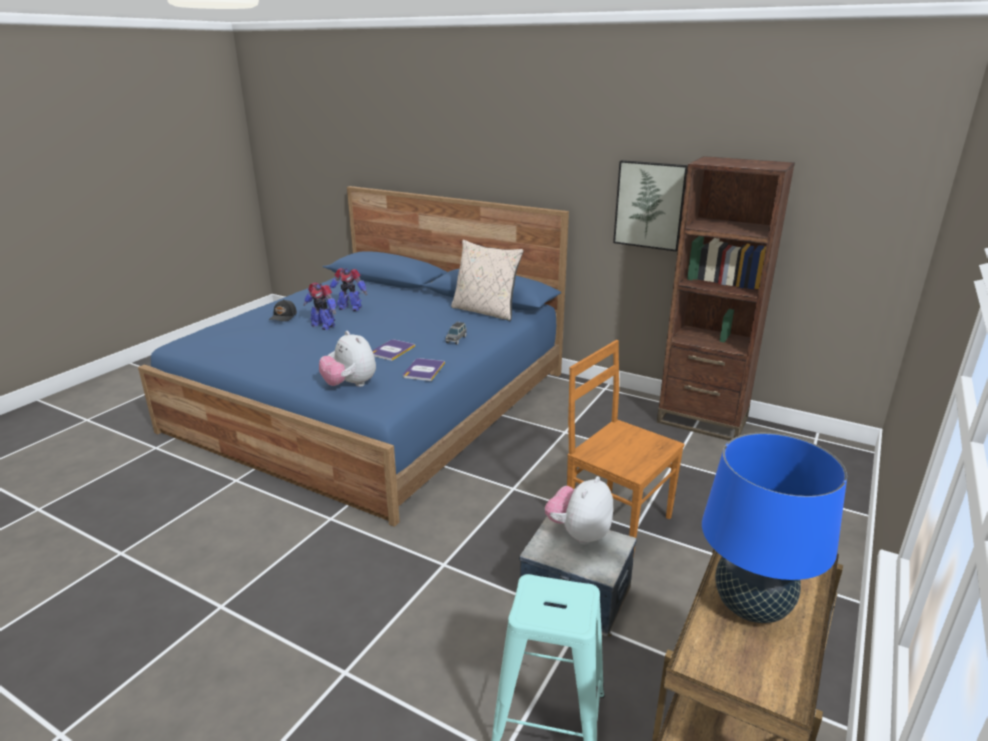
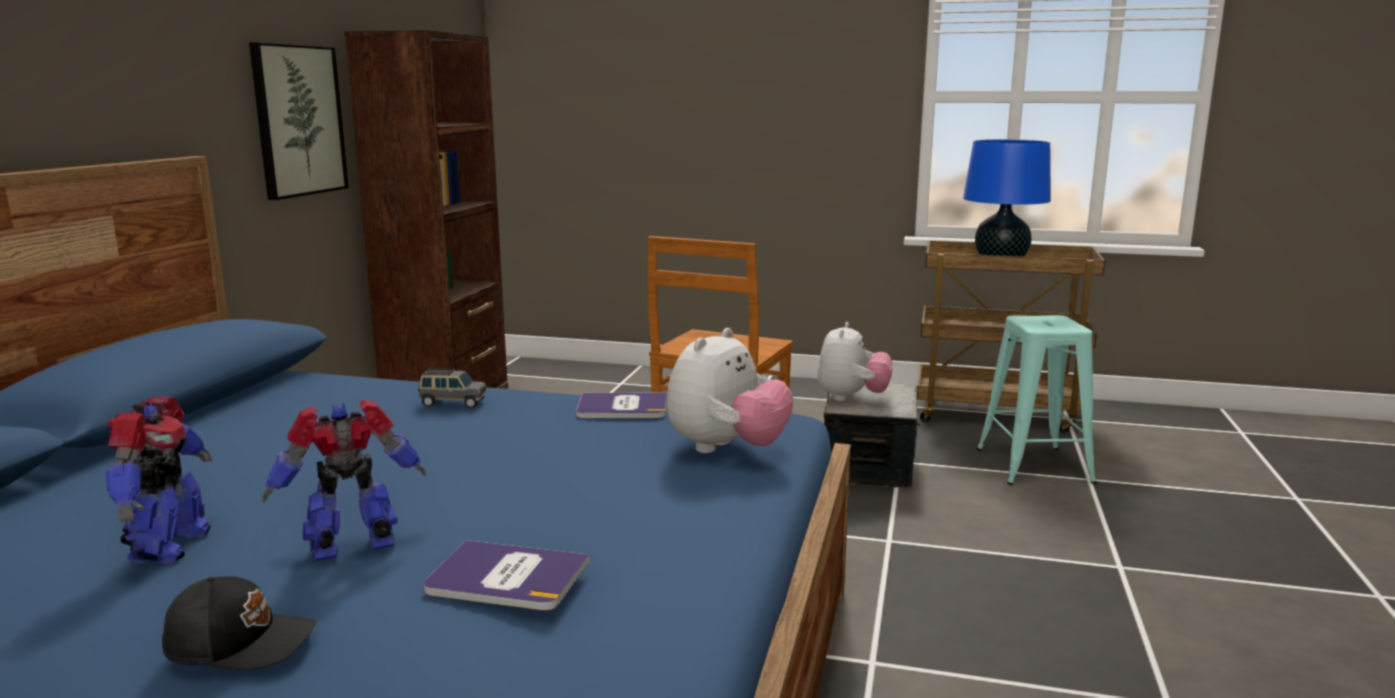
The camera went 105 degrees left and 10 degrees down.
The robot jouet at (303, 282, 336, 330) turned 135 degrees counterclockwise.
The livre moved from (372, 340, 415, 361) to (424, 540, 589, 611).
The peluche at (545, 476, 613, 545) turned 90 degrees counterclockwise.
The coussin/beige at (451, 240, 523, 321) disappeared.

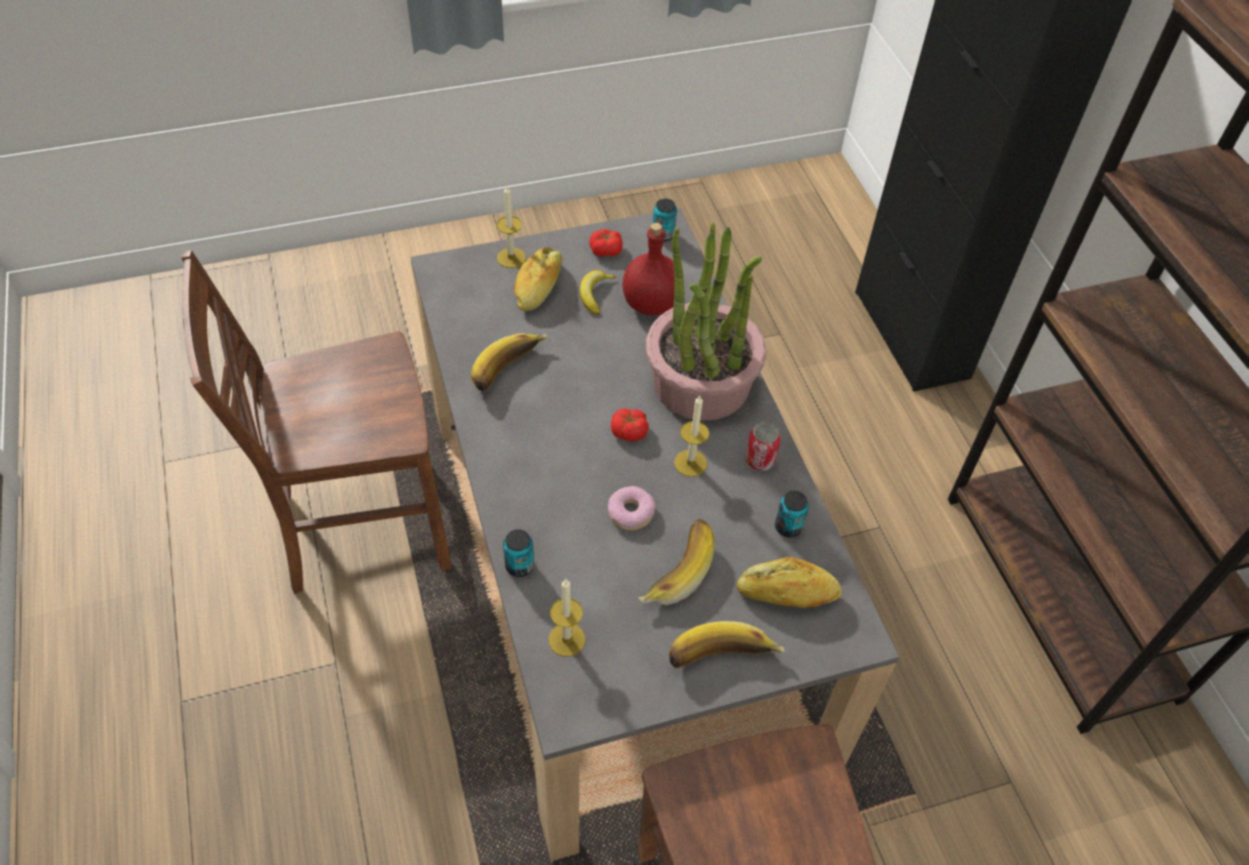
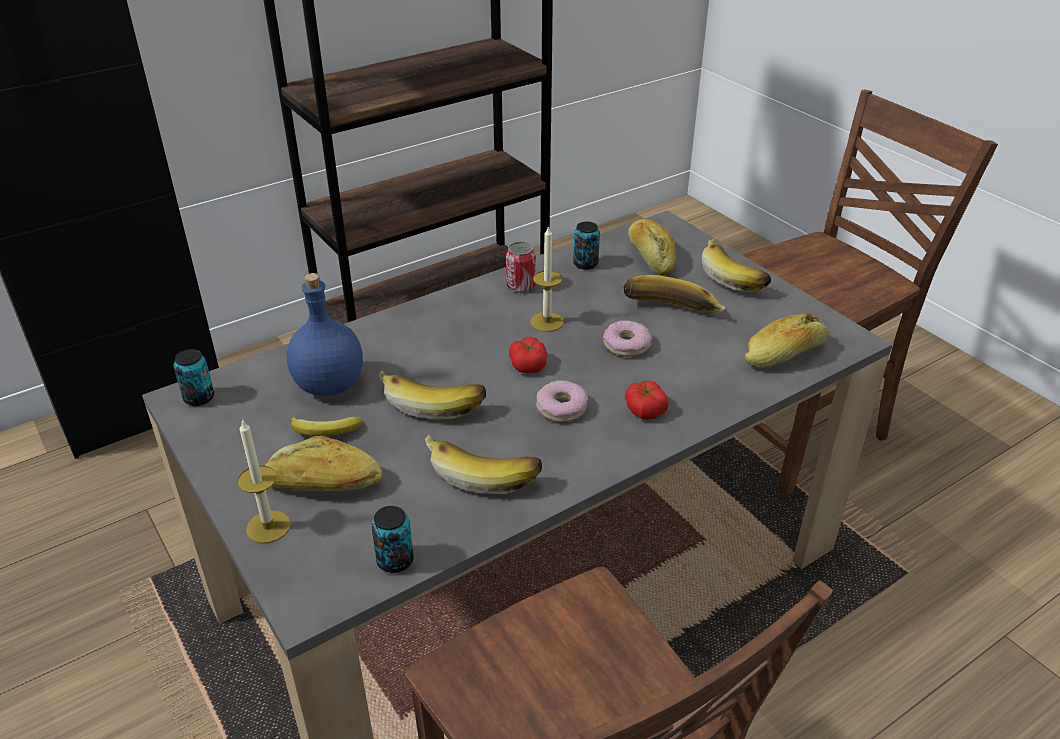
The camera went 105 degrees left and 15 degrees down.
The bouteille/rouge at (623, 223, 674, 315) became the bouteille/bleu at (287, 273, 363, 396).
The boîte métallique moved from (503, 529, 534, 577) to (371, 506, 414, 573).
The banane at (378, 370, 486, 419) appeared.
The beignet at (536, 380, 588, 422) appeared.
The tomate moved from (589, 229, 623, 257) to (625, 381, 669, 420).
The bougie at (549, 579, 585, 657) was replaced by the pain at (745, 314, 829, 367).
The plante en pot at (646, 222, 766, 421) disappeared.

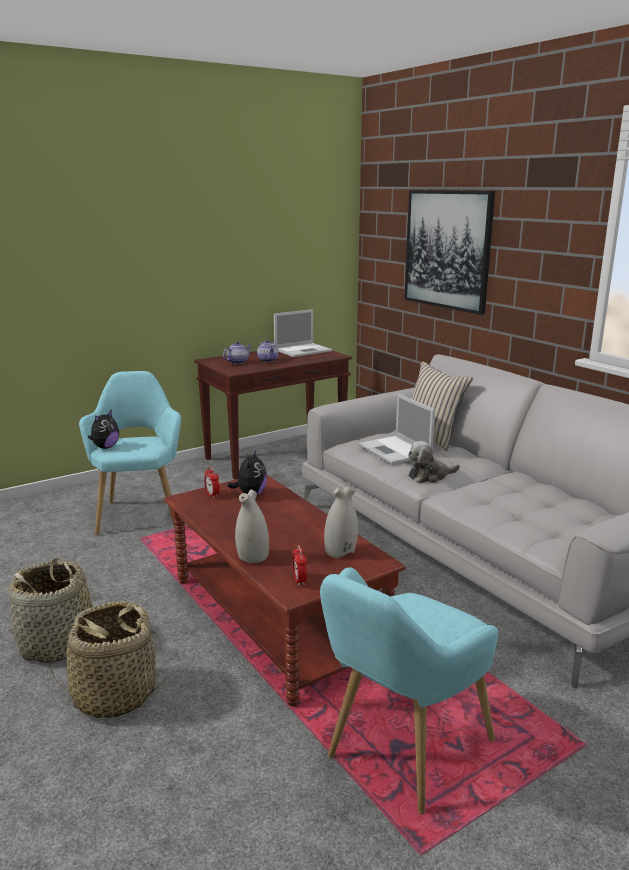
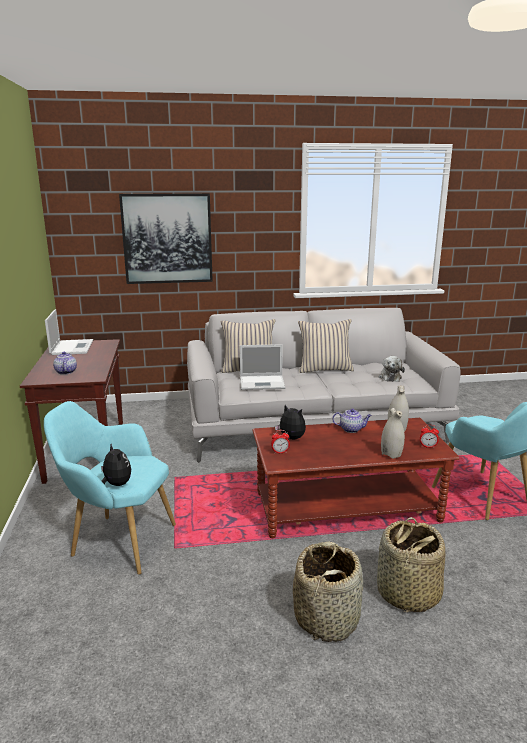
The camera went 65 degrees left and 0 degrees up.
The coussin/beige at (298, 319, 354, 373) appeared.
The théière moved from (257, 340, 279, 362) to (332, 409, 372, 433).
The peluche moved from (408, 441, 460, 483) to (379, 356, 405, 382).

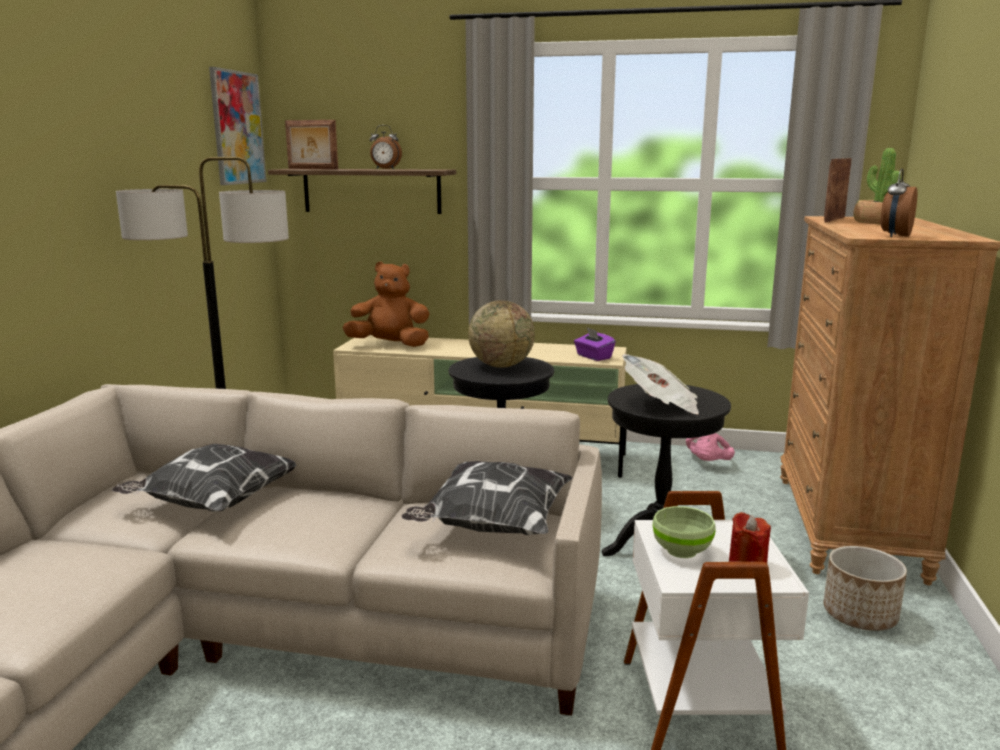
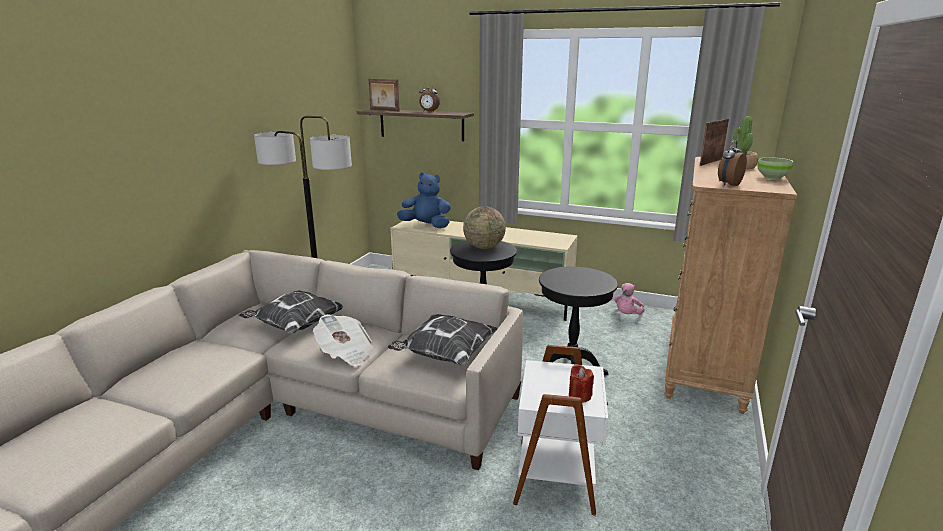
The camera went 10 degrees right and 5 degrees up.
The journal moved from (622, 354, 699, 414) to (313, 314, 375, 367).
The peluche/marron at (342, 261, 430, 347) became the peluche/bleu at (397, 172, 451, 228).
The bol/vert moved from (653, 506, 716, 558) to (757, 157, 793, 180).
The tableau at (209, 67, 267, 185) disappeared.
The boîte à mouchoirs/violet at (574, 328, 616, 361) disappeared.
The cache-pot at (823, 546, 907, 631) disappeared.

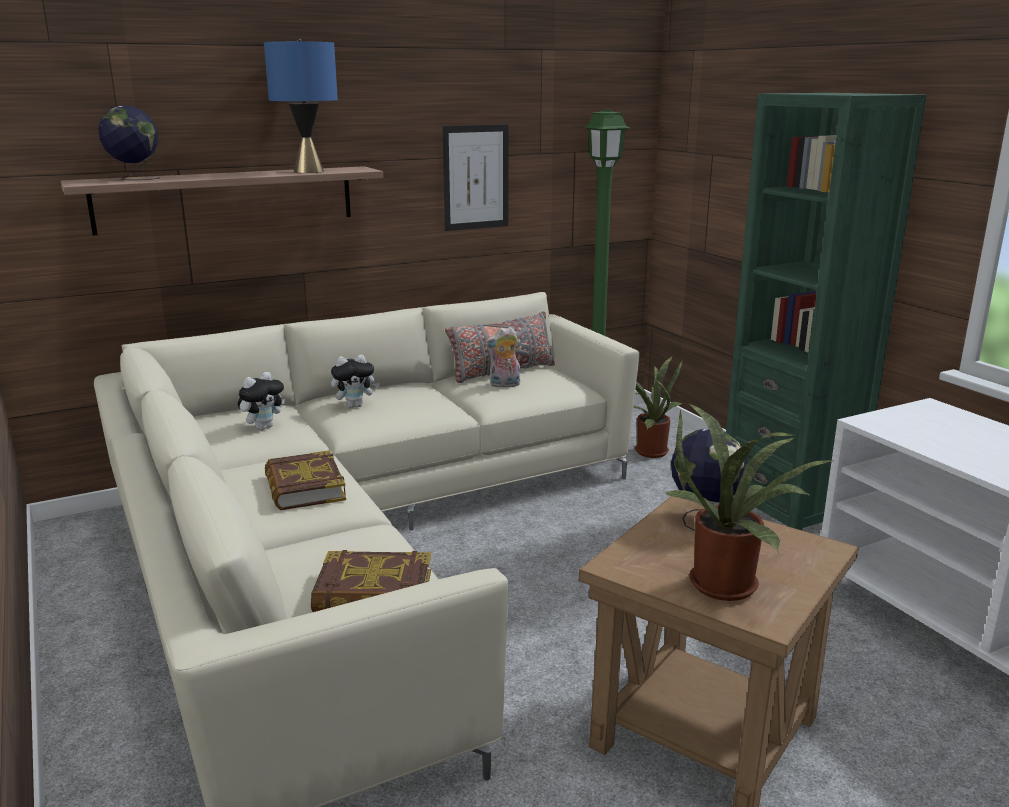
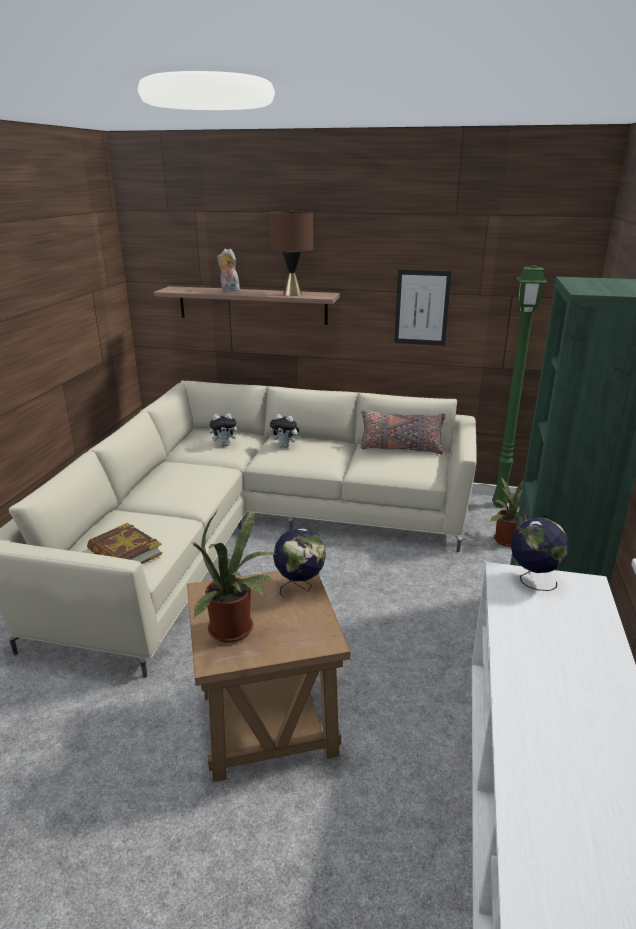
The camera went 40 degrees right and 5 degrees up.
The peluche moved from (485, 327, 520, 388) to (217, 249, 240, 292).
The lampe de table/bleu at (264, 38, 338, 173) became the lampe de table/marron at (269, 210, 313, 296).
The globe moved from (98, 106, 160, 180) to (511, 518, 570, 591).
The livre at (265, 450, 346, 510) disappeared.

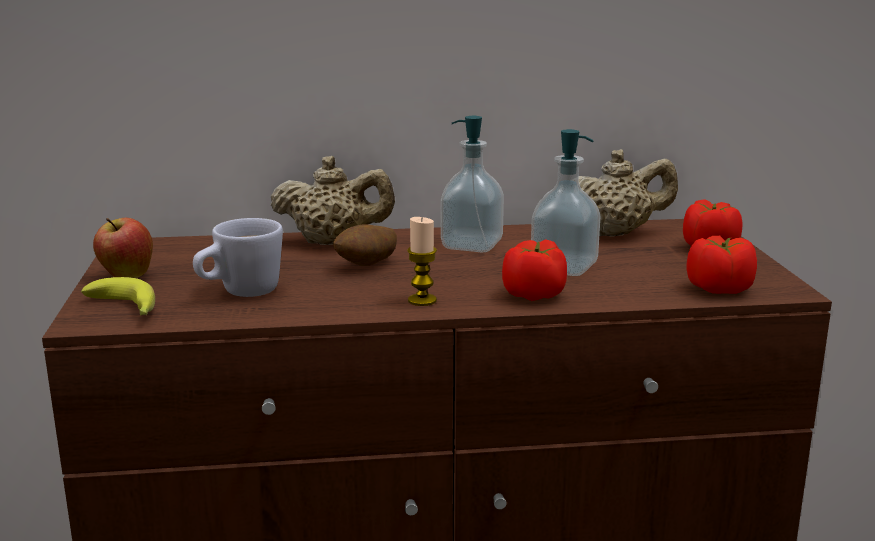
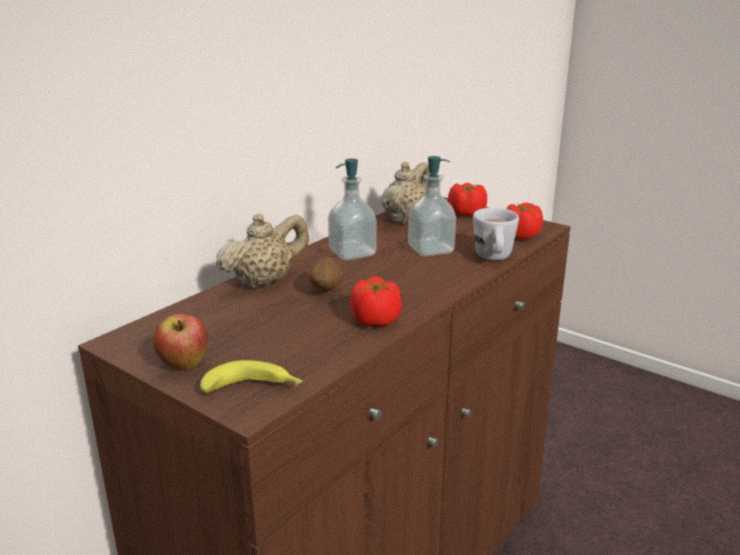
The camera went 45 degrees left and 5 degrees up.
The tomate moved from (502, 239, 567, 301) to (350, 276, 402, 327).
The mug/blanc moved from (193, 218, 283, 297) to (473, 208, 519, 260).
The bougie at (407, 217, 437, 306) disappeared.

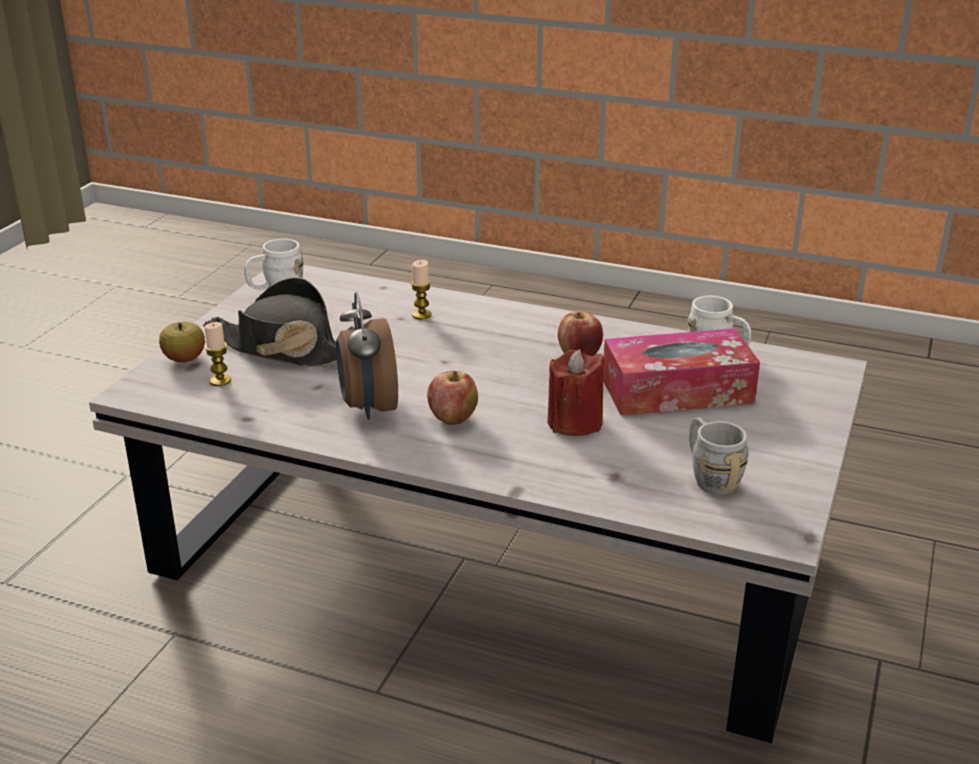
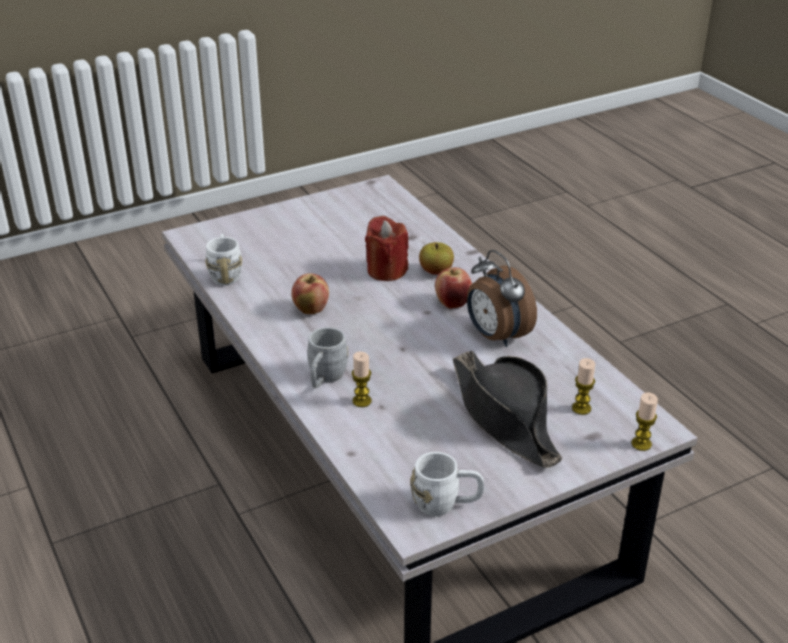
The camera went 140 degrees left and 5 degrees up.
The mug/gris moved from (689, 418, 748, 495) to (307, 327, 348, 388).
The pomme moved from (159, 322, 205, 362) to (419, 242, 454, 275).
The réveil at (336, 292, 398, 420) turned 120 degrees clockwise.
The bougie at (631, 392, 658, 451) appeared.
The boîte à mouchoirs at (603, 328, 760, 416) disappeared.

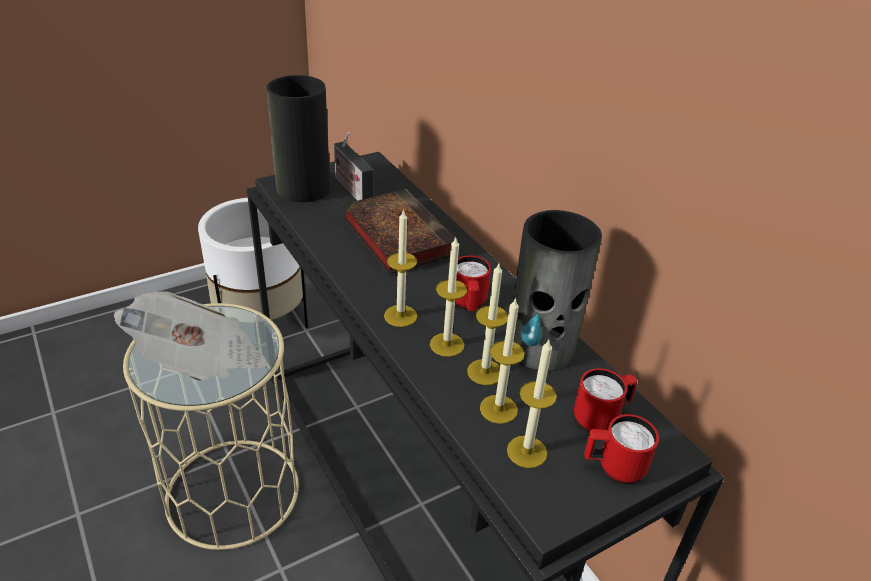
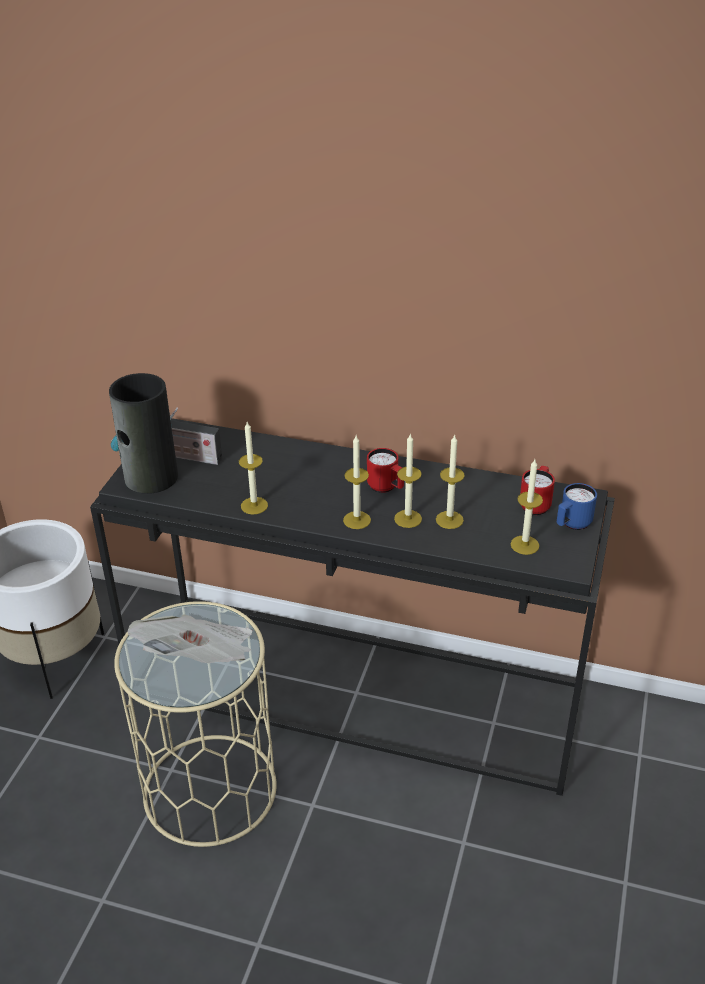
The camera went 40 degrees left and 0 degrees up.
The bougie moved from (480, 297, 525, 424) to (239, 422, 268, 515).
The mug/rouge at (584, 414, 659, 484) became the mug/bleu at (557, 483, 597, 530).
The livre at (342, 189, 459, 275) disappeared.
The vase at (513, 210, 602, 371) disappeared.

